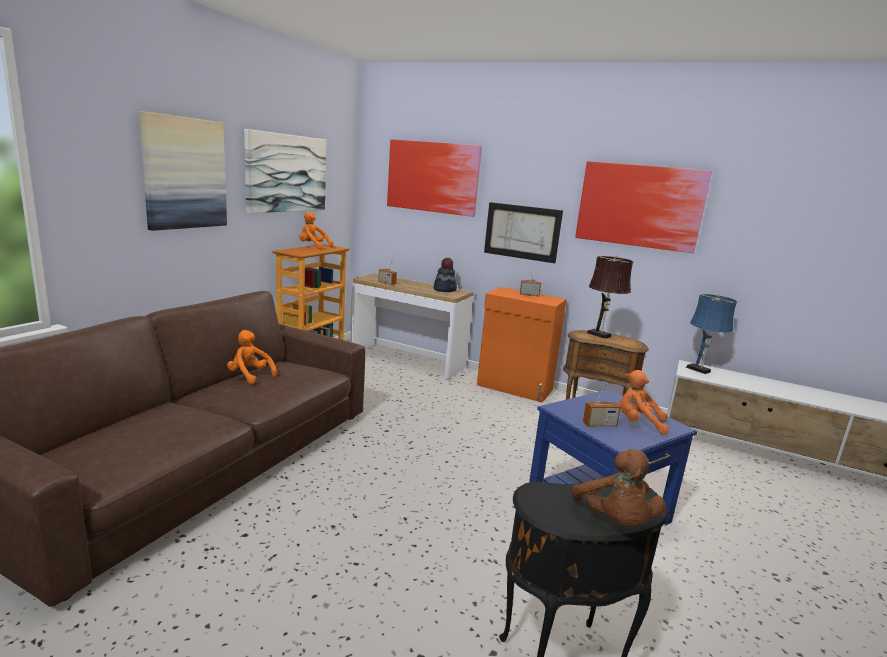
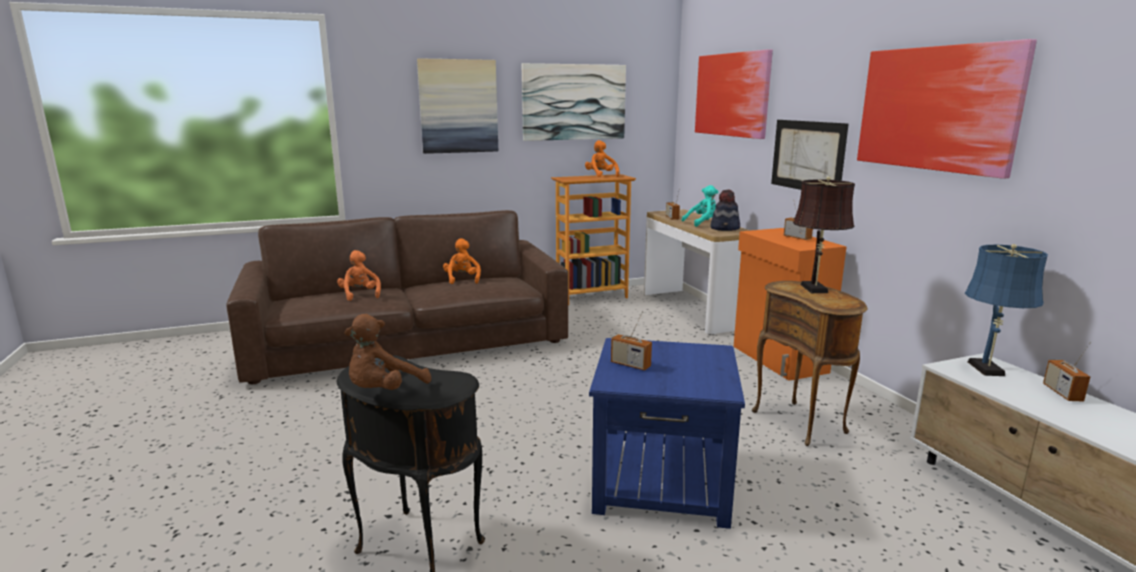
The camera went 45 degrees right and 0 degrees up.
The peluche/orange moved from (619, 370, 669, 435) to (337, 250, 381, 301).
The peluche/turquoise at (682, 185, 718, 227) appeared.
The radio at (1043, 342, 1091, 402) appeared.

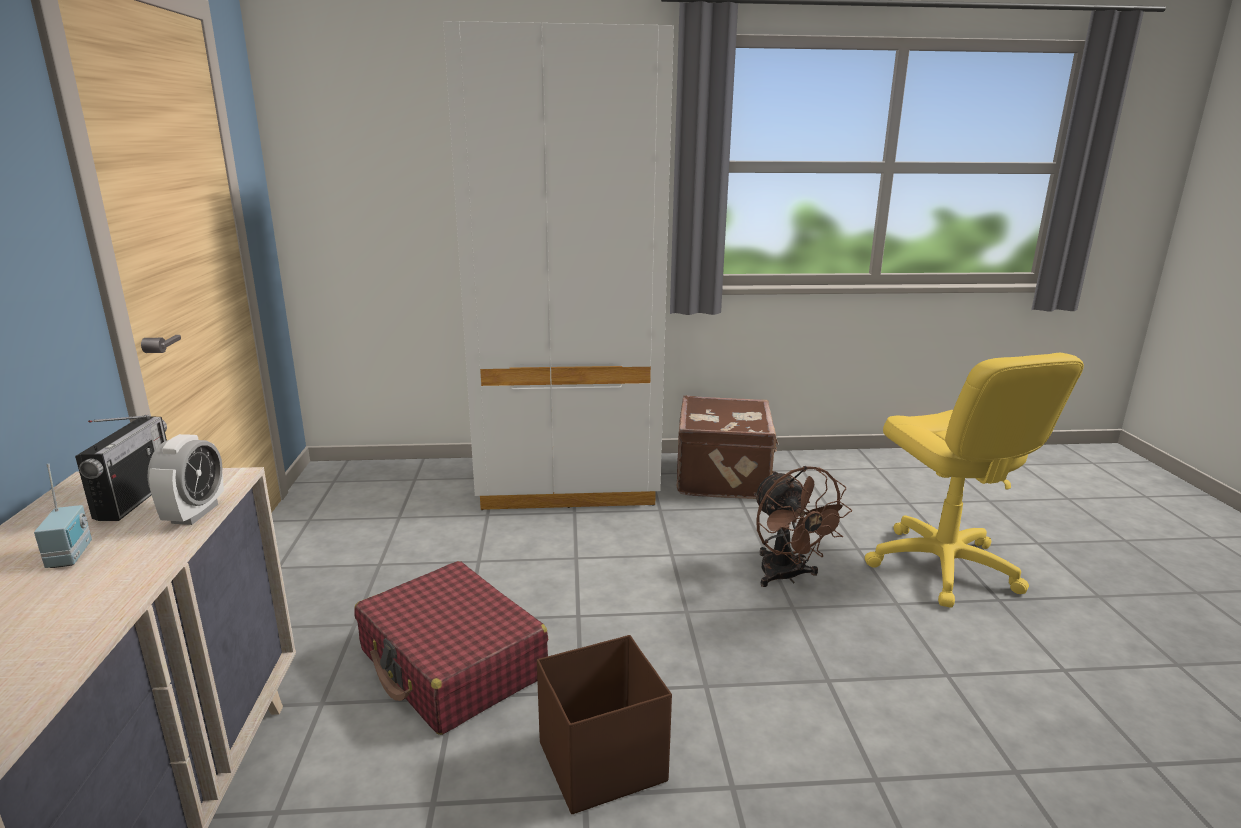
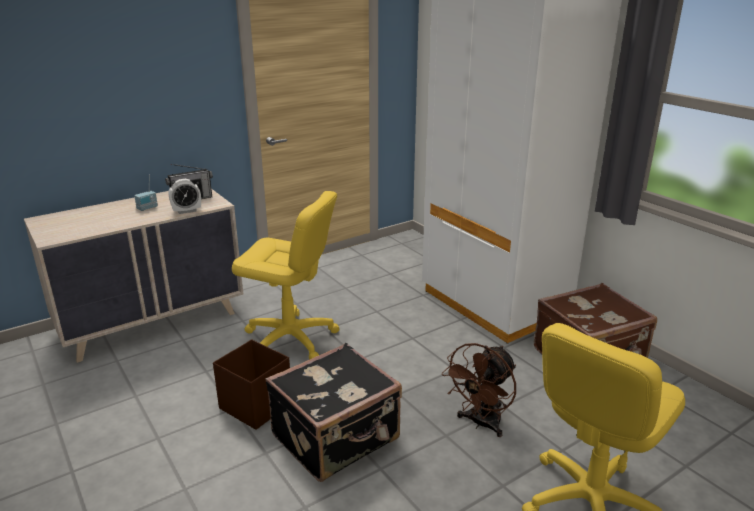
The camera went 60 degrees right and 5 degrees up.
The valise/rouge at (354, 561, 548, 735) was replaced by the chaise de bureau/jaune at (232, 191, 339, 360).
The valise/noir at (265, 343, 402, 482) appeared.

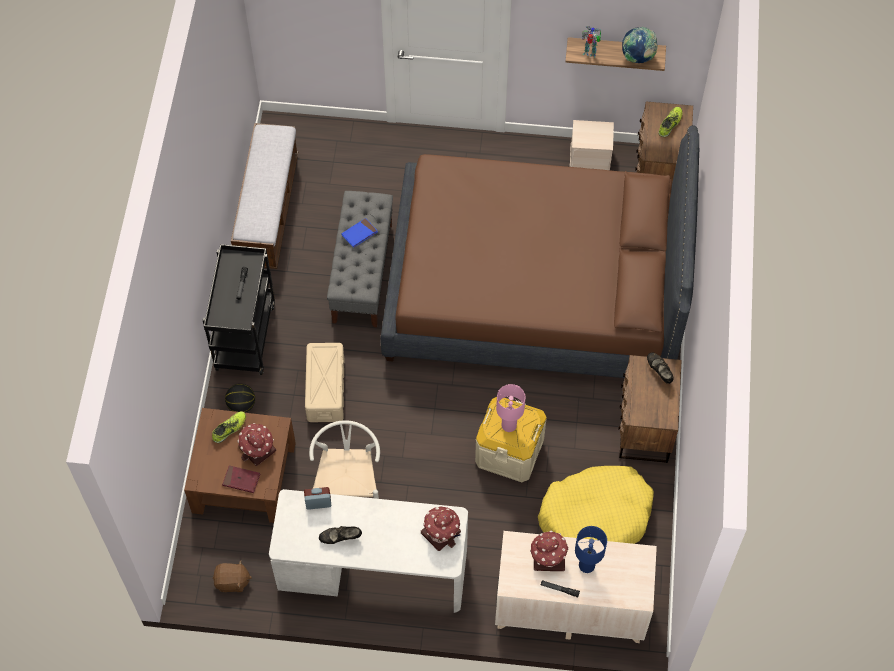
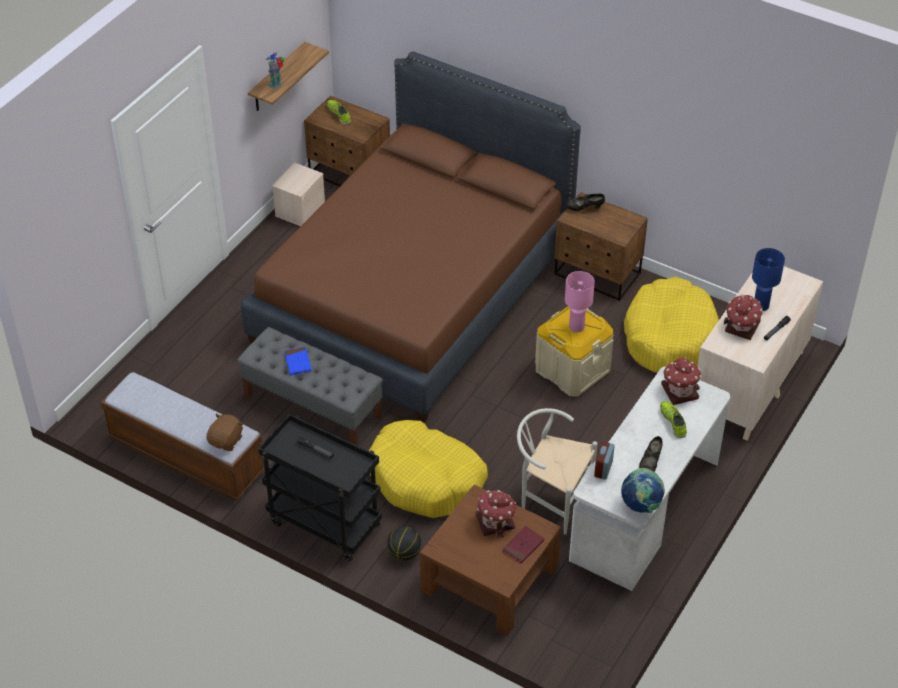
The camera went 65 degrees left and 15 degrees down.
The peluche/marron moved from (213, 561, 252, 592) to (207, 414, 243, 451).
The boîte de rangement/beige at (305, 343, 345, 422) was replaced by the panier pour chien/jaune at (369, 420, 488, 518).
The globe moved from (622, 27, 658, 63) to (621, 468, 665, 513).
The chaussure moved from (212, 411, 246, 443) to (660, 401, 687, 438).

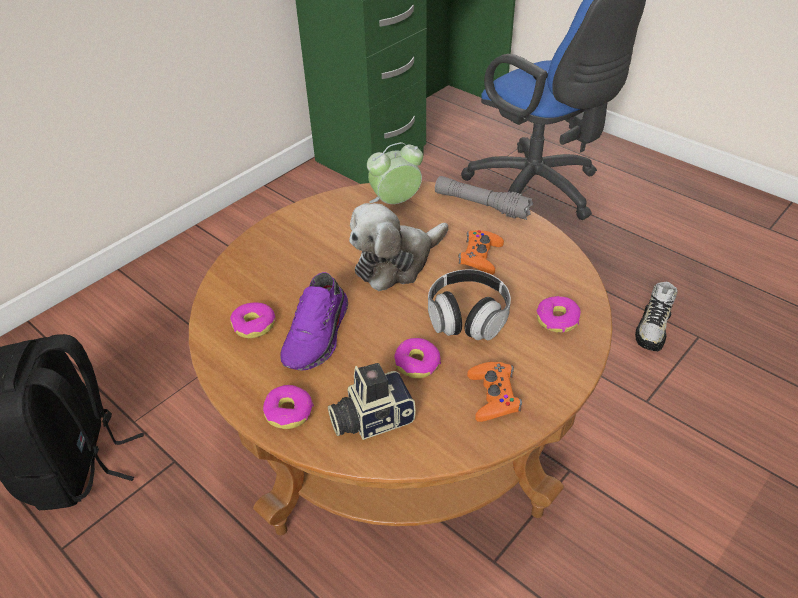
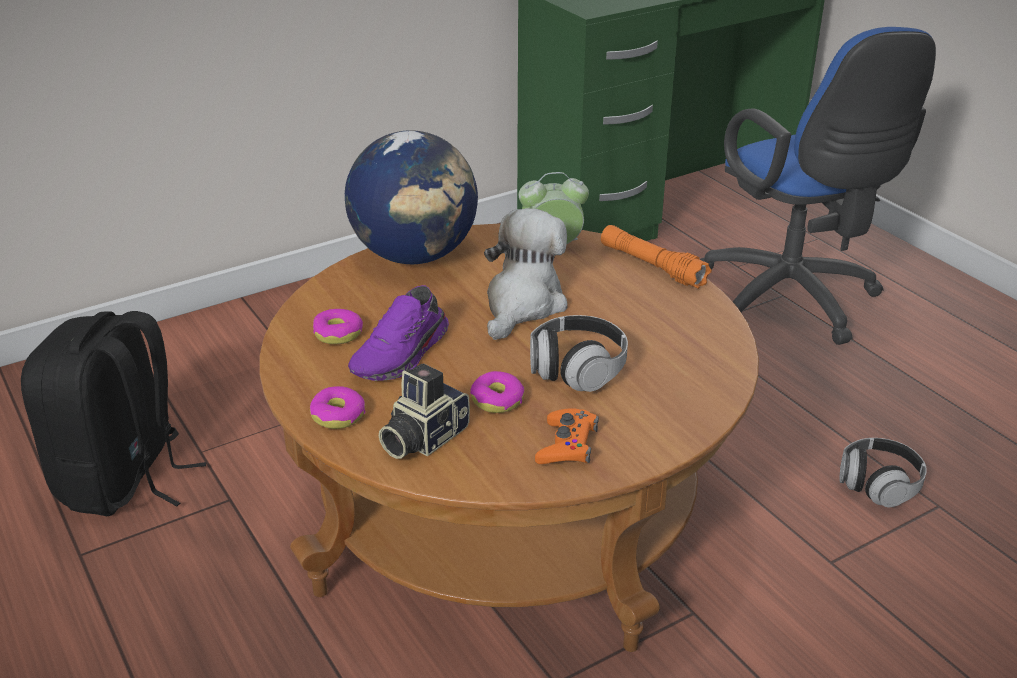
The camera went 15 degrees right and 10 degrees down.
The globe at (345, 130, 478, 264) appeared.
The appareil photo at (328, 363, 416, 440) turned 45 degrees counterclockwise.
The peluche at (349, 203, 448, 291) turned 135 degrees clockwise.
The lampe de poche/gris at (435, 176, 533, 220) became the lampe de poche/orange at (601, 225, 712, 289).
The chaussure at (635, 282, 678, 351) was replaced by the casque audio at (840, 438, 927, 507).
The manette/orange at (459, 230, 504, 275) disappeared.
The beignet at (537, 296, 581, 333) disappeared.

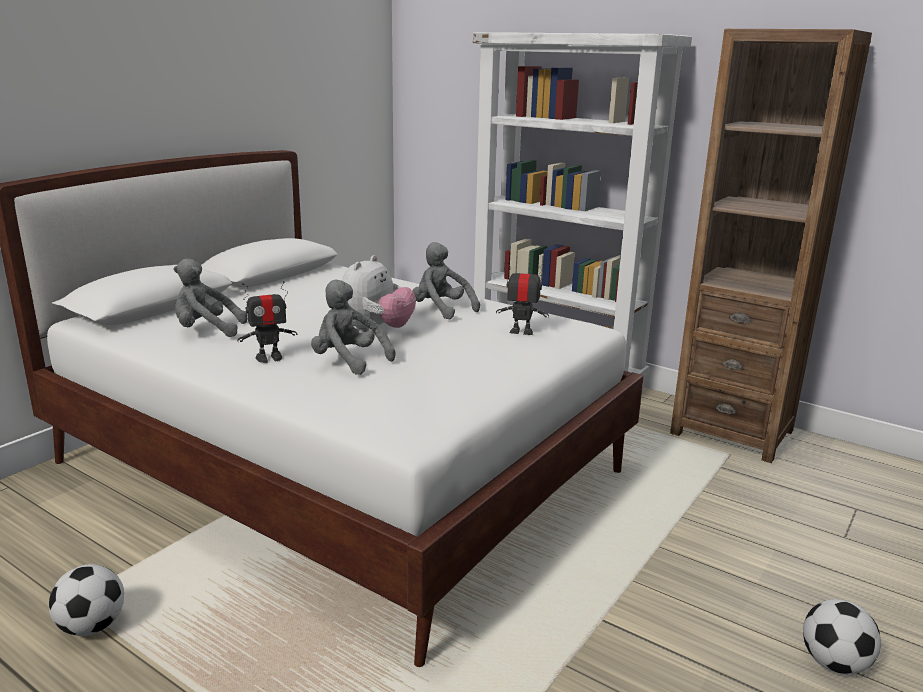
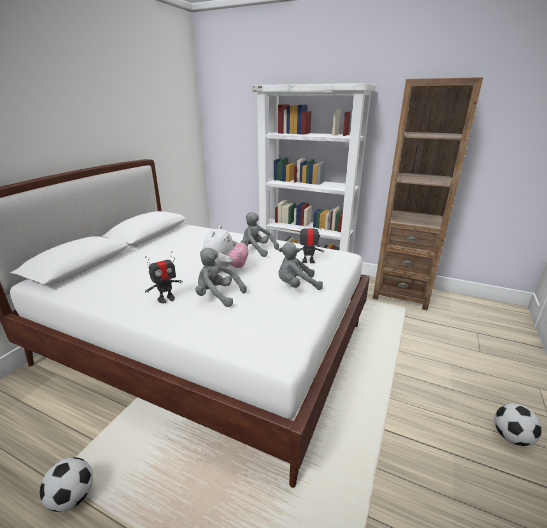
The camera went 10 degrees left and 5 degrees up.
The peluche/gris moved from (173, 259, 247, 337) to (278, 242, 323, 290).

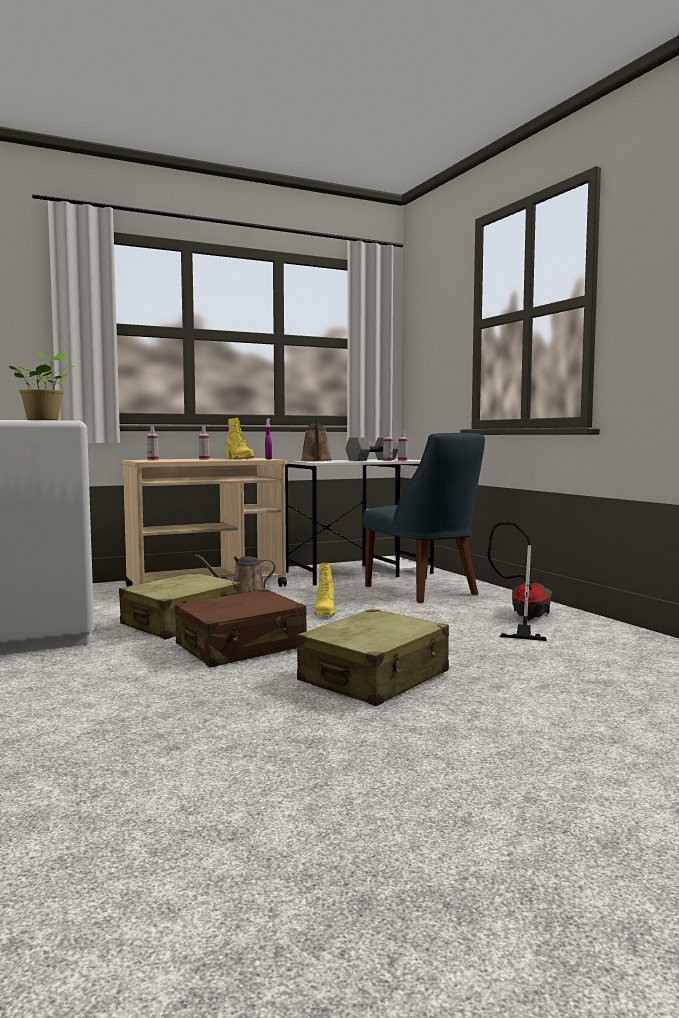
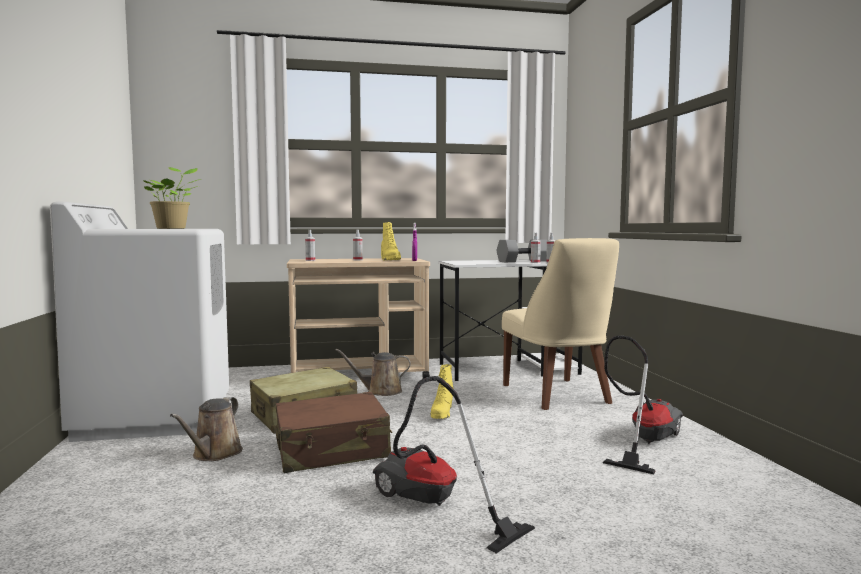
The camera went 15 degrees right and 0 degrees up.
The arrosoir/marron moved from (301, 419, 332, 461) to (170, 397, 243, 461).
The valise/beige at (297, 609, 449, 706) was replaced by the aspirateur at (373, 376, 535, 553).
The chaise/bleu at (363, 433, 485, 603) became the chaise/beige at (502, 238, 619, 410).

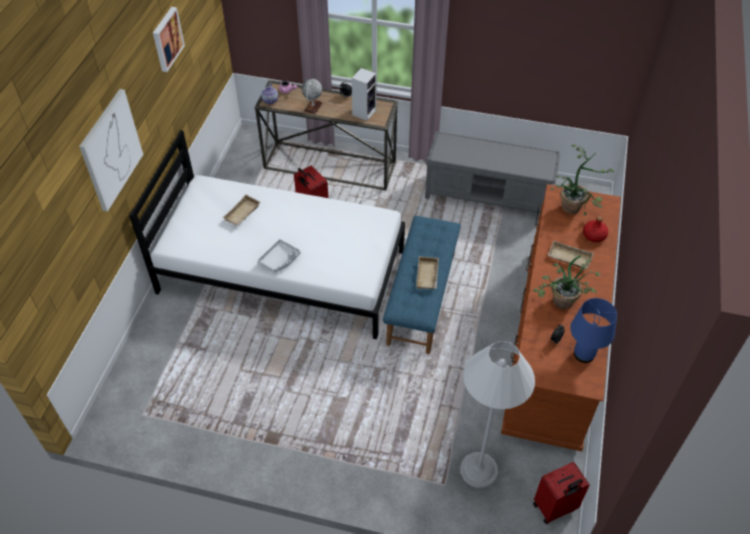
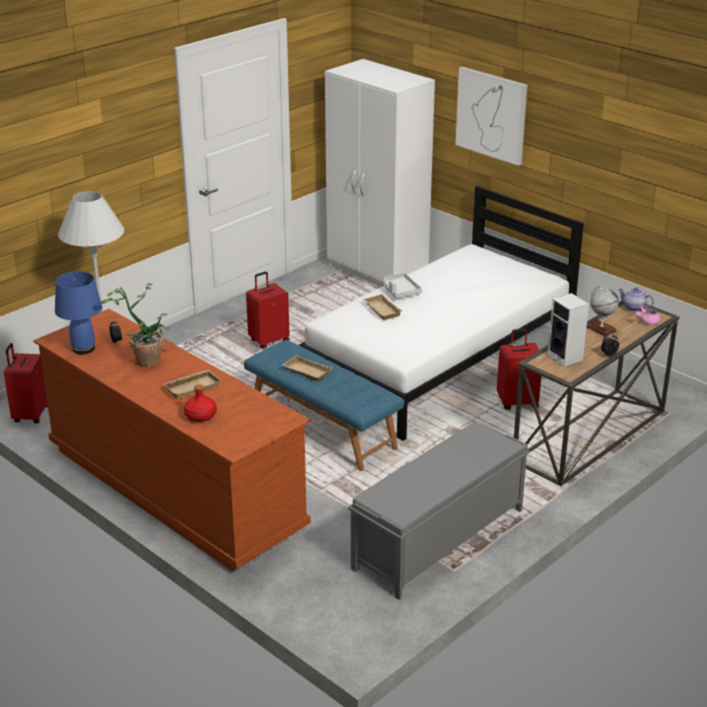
The camera went 120 degrees right and 20 degrees down.
The valise/rouge at (246, 272, 289, 349) appeared.
The armoire/blanc at (325, 59, 435, 287) appeared.
The plateau/beige moved from (223, 195, 261, 226) to (363, 294, 402, 320).
The tableau at (153, 7, 185, 72) disappeared.
The plante en pot at (551, 144, 615, 216) disappeared.

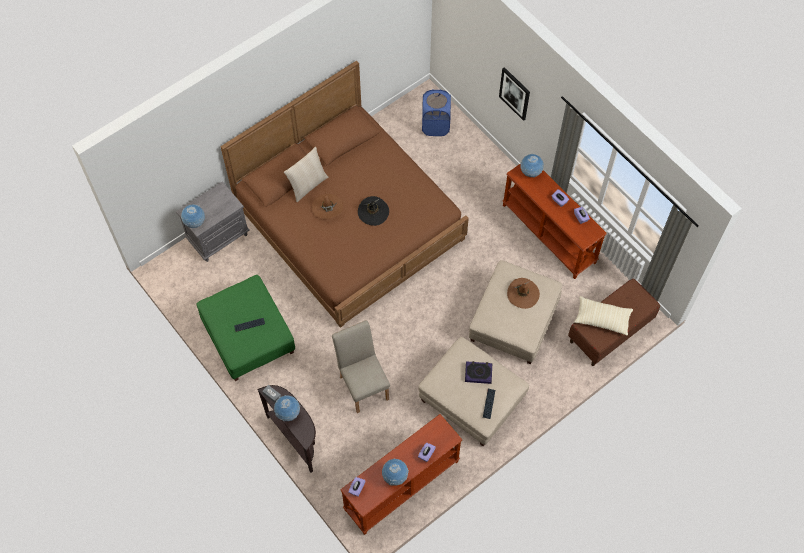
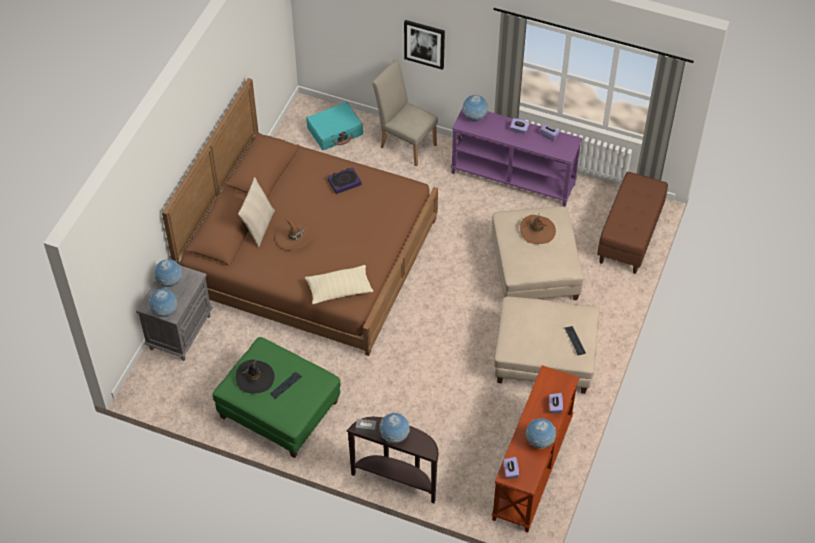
The camera went 30 degrees left and 10 degrees down.
The globe at (154, 259, 182, 287) appeared.
The chapeau/noir moved from (358, 196, 389, 226) to (236, 359, 275, 393).
The coussin/beige moved from (574, 296, 633, 335) to (305, 265, 373, 304).
The panier à linge/bleu at (422, 90, 451, 136) was replaced by the valise/turquoise at (306, 102, 363, 150).
The livre moved from (465, 361, 492, 384) to (327, 167, 362, 194).
The chaise/beige moved from (332, 320, 390, 413) to (372, 60, 438, 167).
The table console/marron at (503, 164, 607, 279) became the table console/violet at (451, 108, 582, 207).

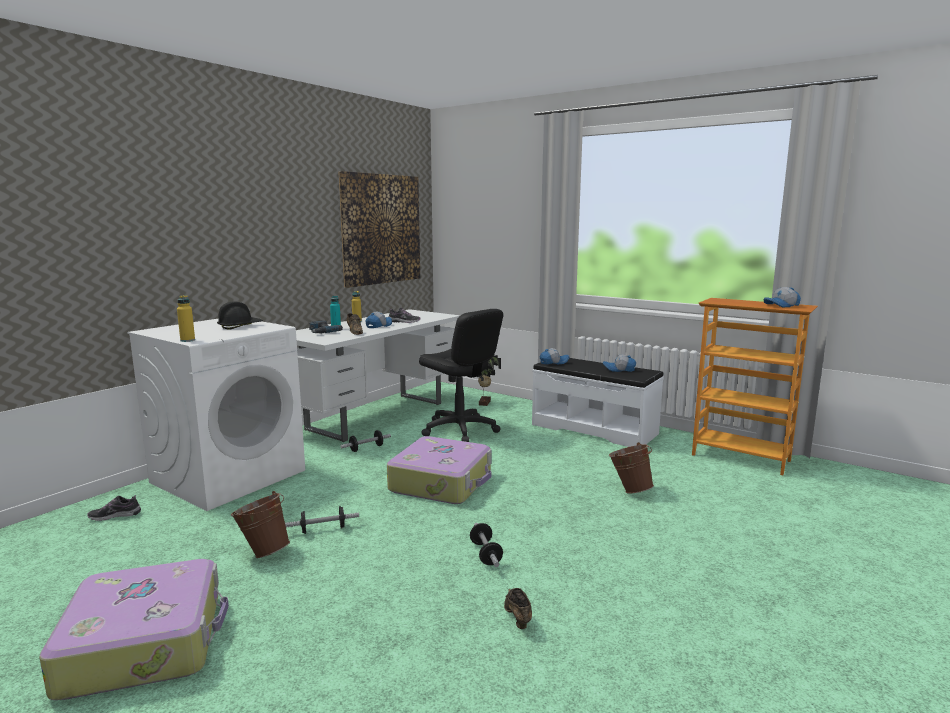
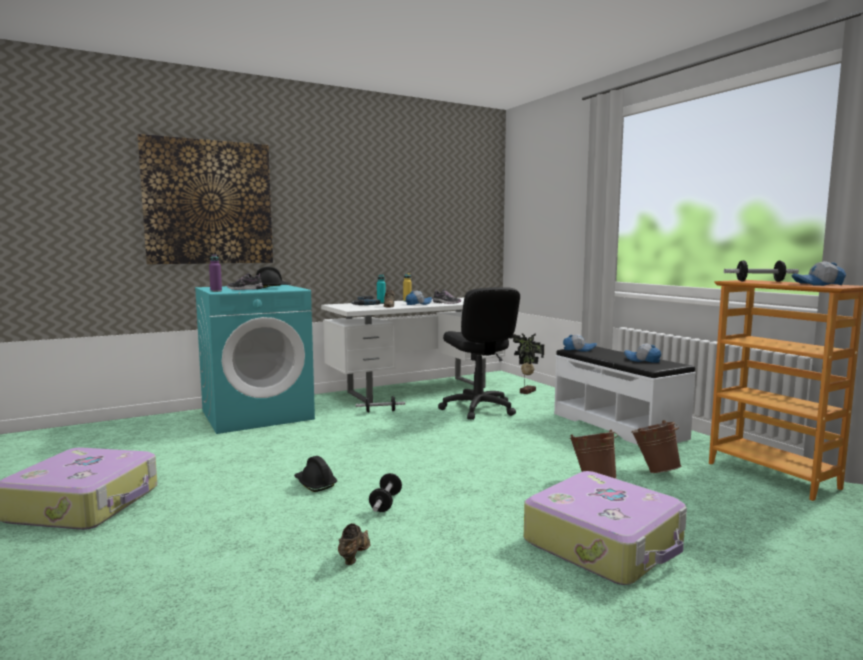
The camera went 25 degrees right and 5 degrees down.
The tableau moved from (338, 171, 420, 288) to (138, 134, 273, 264).
The lave-linge/blanc at (127, 319, 305, 511) became the lave-linge/turquoise at (195, 285, 315, 434).
The bouteille/jaune at (177, 295, 195, 342) became the bouteille/violet at (209, 255, 222, 292).
The chaussure moved from (87, 495, 141, 521) to (227, 273, 263, 290).
The casque de chantier/noir at (294, 456, 337, 492) appeared.
The valise moved from (387, 436, 491, 504) to (524, 471, 687, 585).
The seau/marron moved from (231, 491, 290, 558) to (631, 420, 681, 473).
The haltère moved from (285, 506, 359, 534) to (724, 260, 799, 282).

